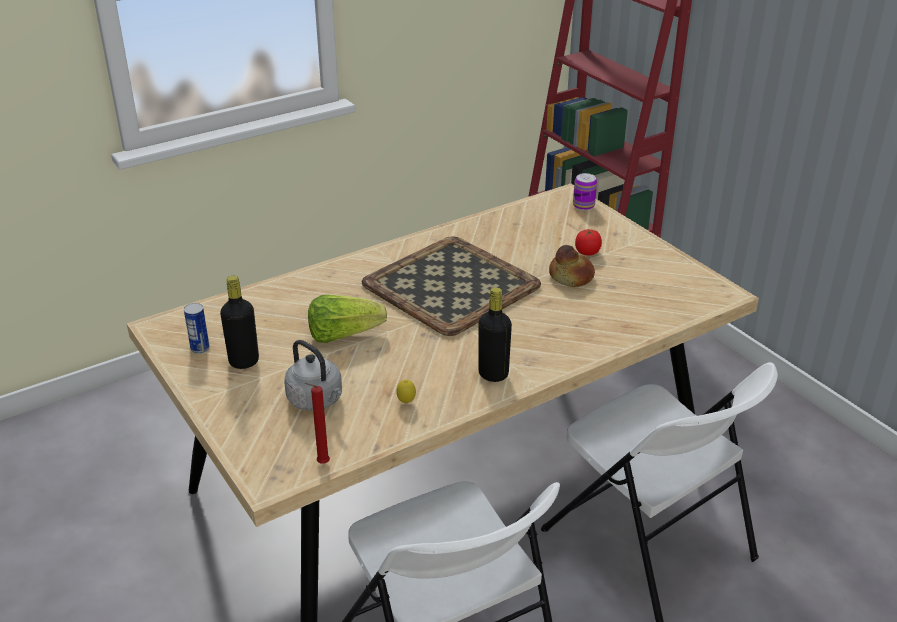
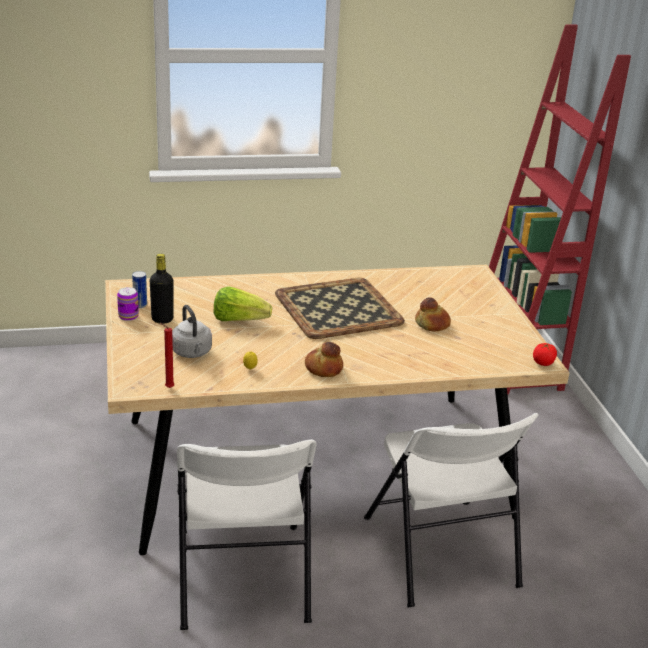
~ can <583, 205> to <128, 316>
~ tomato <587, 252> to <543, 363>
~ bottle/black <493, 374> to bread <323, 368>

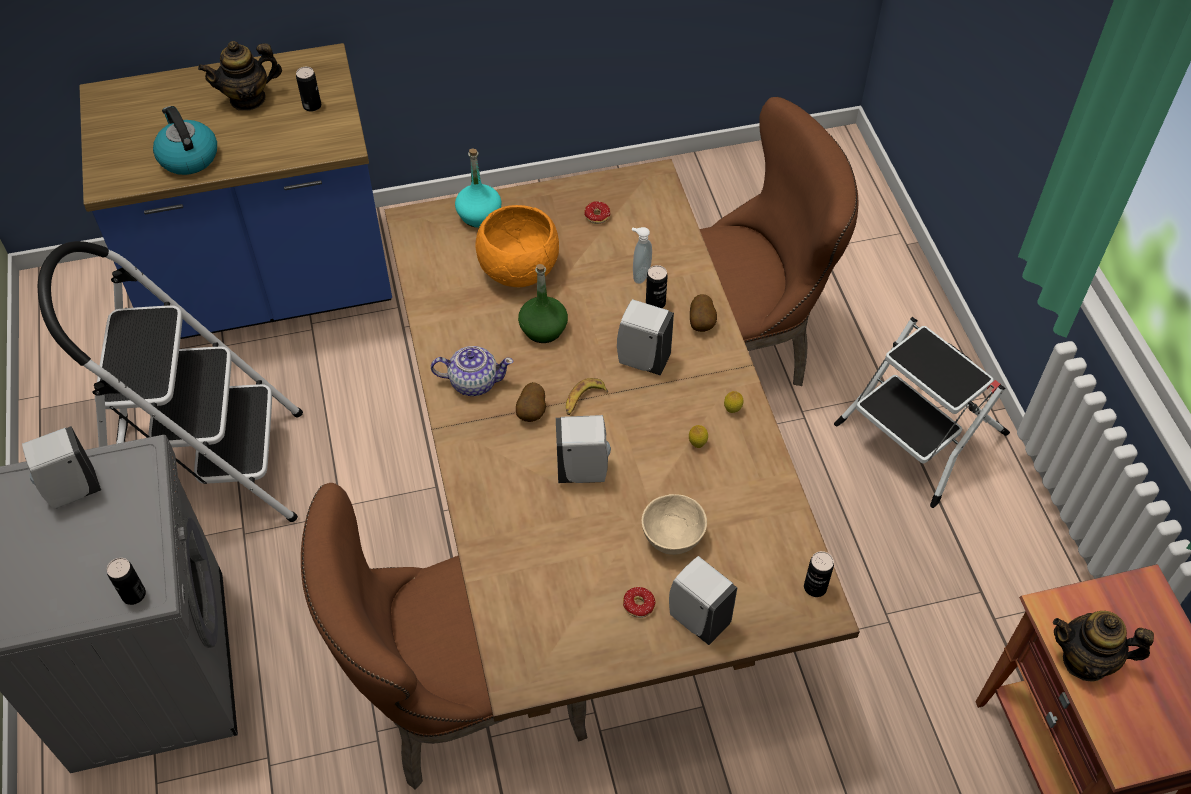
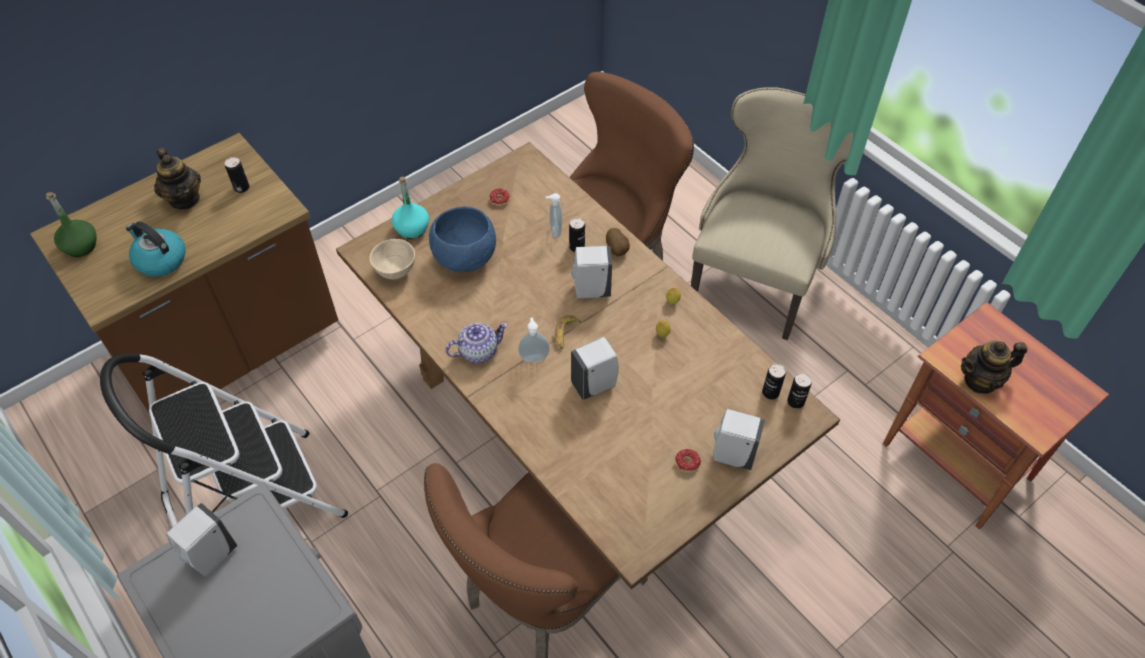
~ teapot <248, 99> = <185, 199> 75 degrees counterclockwise
~ counter/blue <270, 289> to counter/brown <231, 348>
~ bowl/orange <520, 271> to bowl/blue <466, 258>
~ bottle/green <543, 329> to <81, 246>
~ step ladder <922, 433> to chair/beige <755, 279>
~ potato <532, 412> to soap dispenser <534, 357>
~ bowl/beige <671, 538> to <395, 271>
~ can <134, 594> to <770, 392>

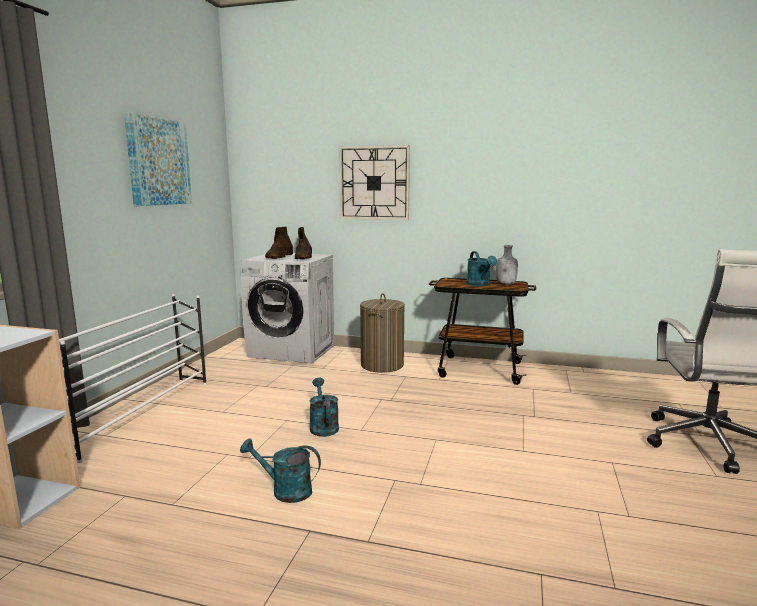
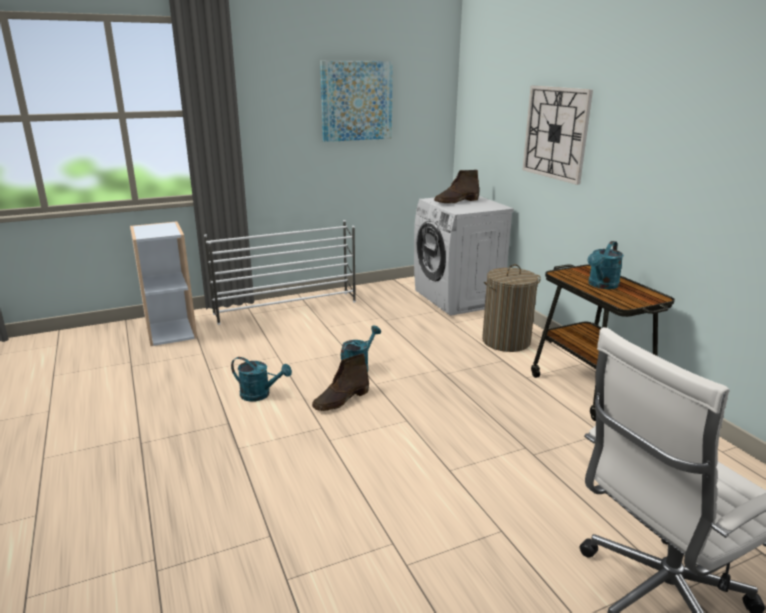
~ boot/brown <303, 257> to <341, 400>
- bottle/grey <506, 284>
~ watering can/turquoise <285, 491> = <260, 395> 135 degrees clockwise

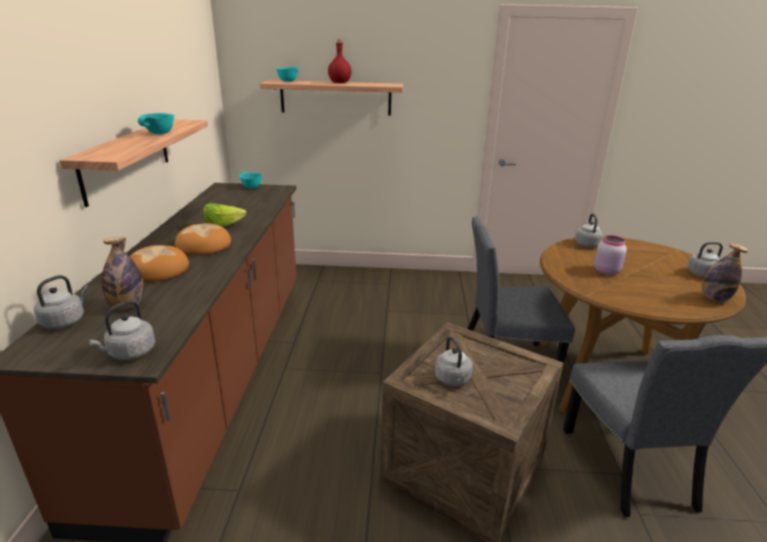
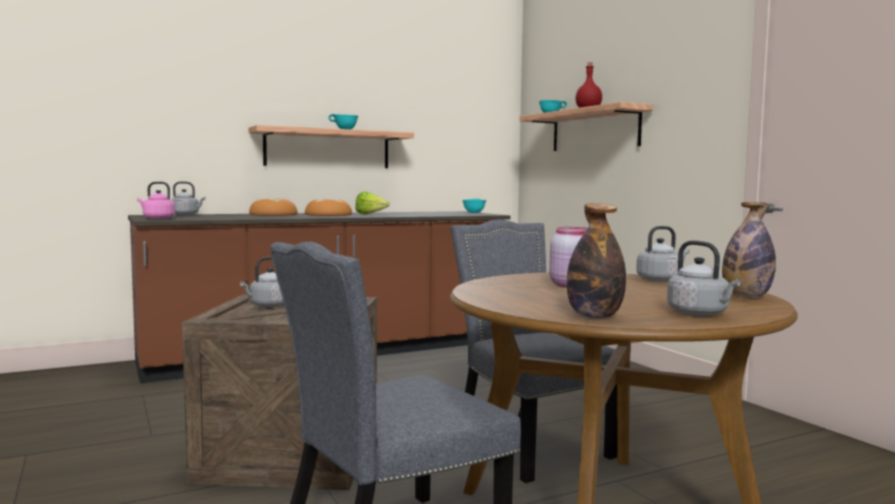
~ bottle <127, 305> to <746, 296>
~ kettle/grey <130, 353> to kettle/pink <157, 218>

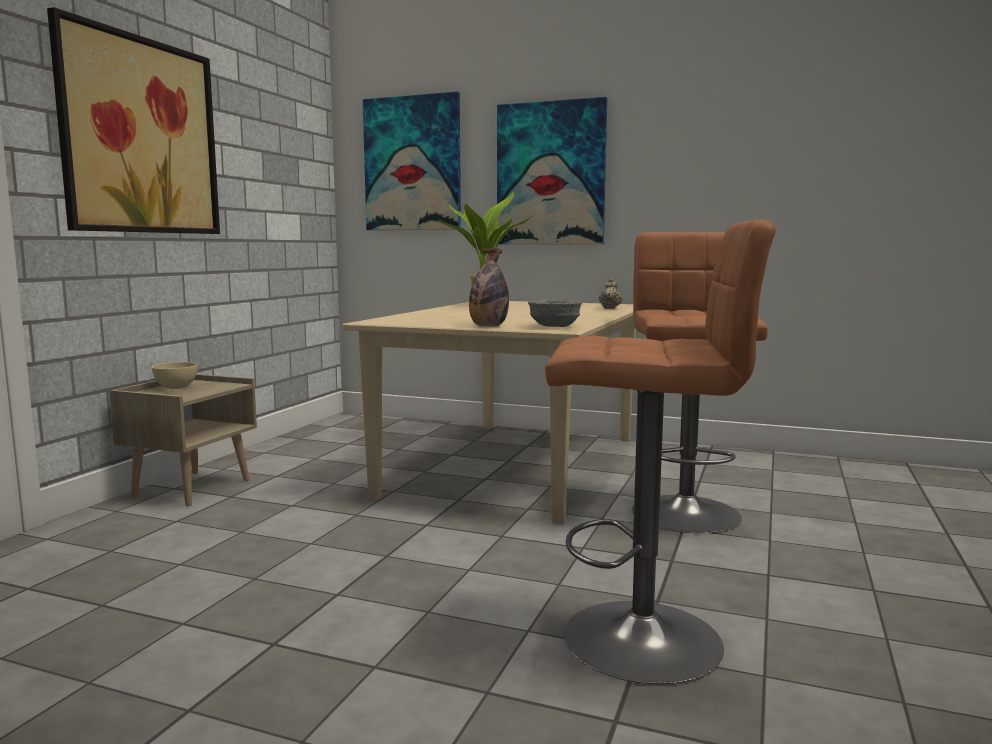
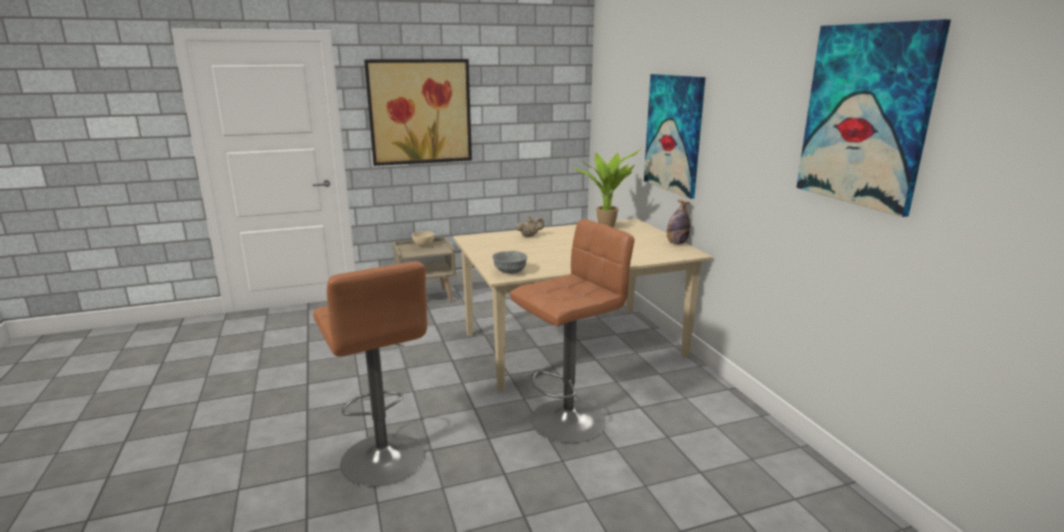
~ picture <412, 164> to <865, 115>
~ bottle <488, 326> to <677, 243>
~ teapot/beige <610, 308> to <529, 236>

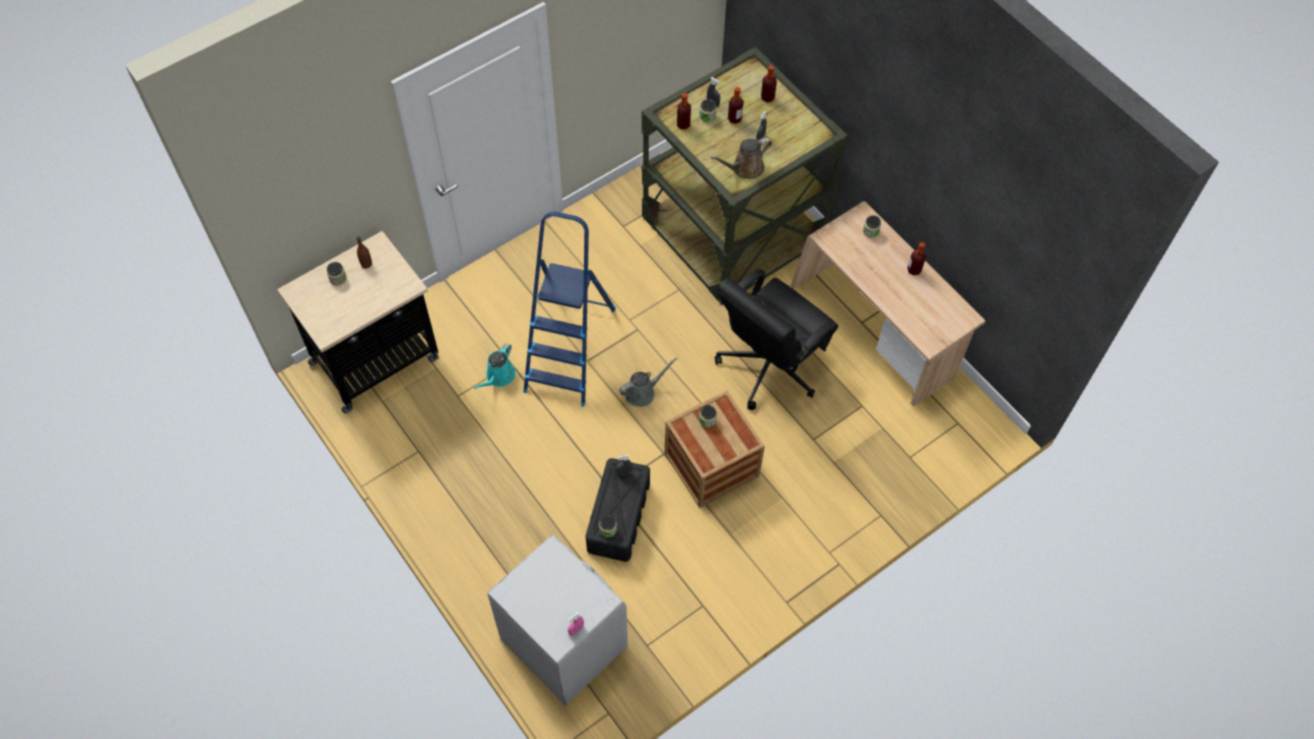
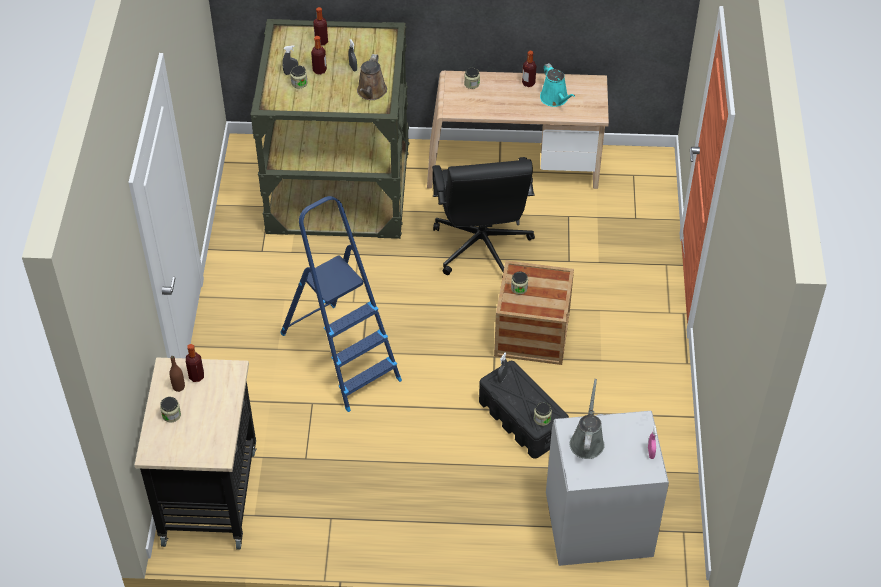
~ bottle <683, 125> to <196, 376>
~ watering can/turquoise <498, 377> to <555, 99>
~ watering can/grey <642, 392> to <587, 441>

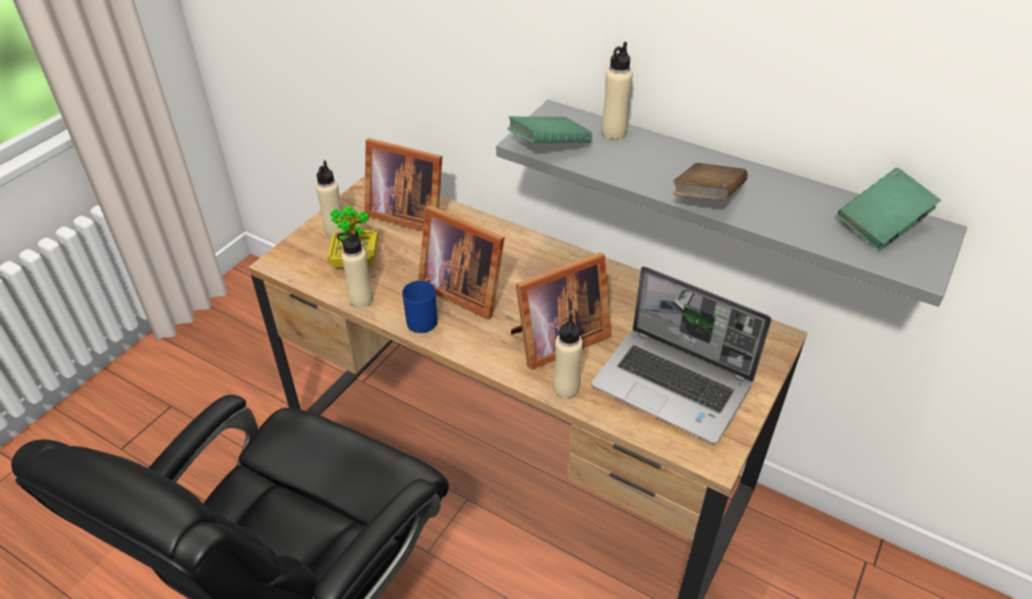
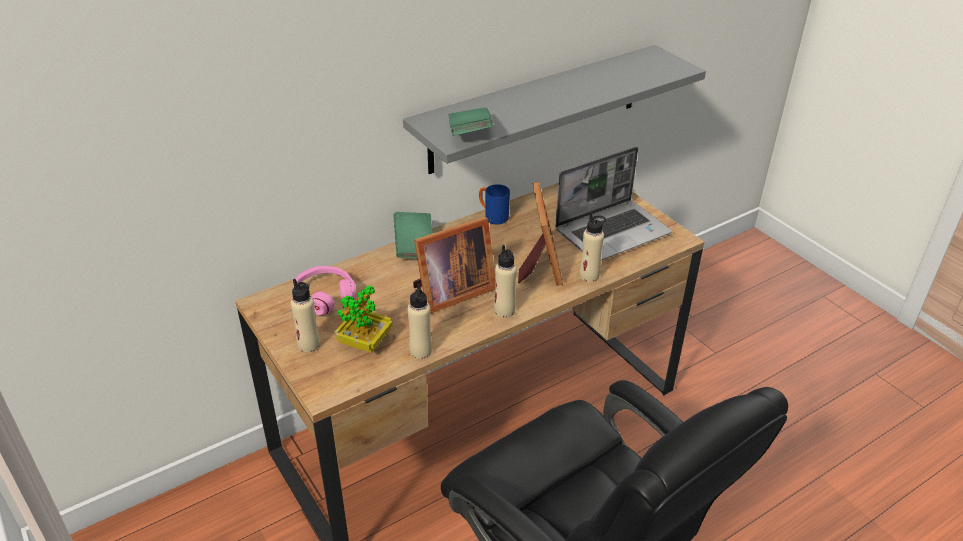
~ bottle/beige <613, 133> to <504, 310>
~ picture frame <405, 214> to headphones/pink <324, 296>
- book/brown <707, 198>
~ book/green <881, 226> to <414, 246>
~ mug/blue <423, 318> to <492, 216>

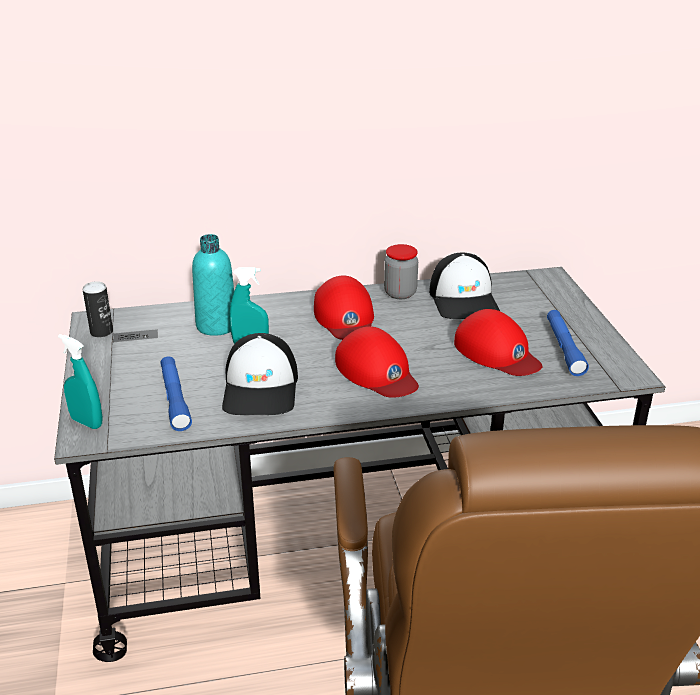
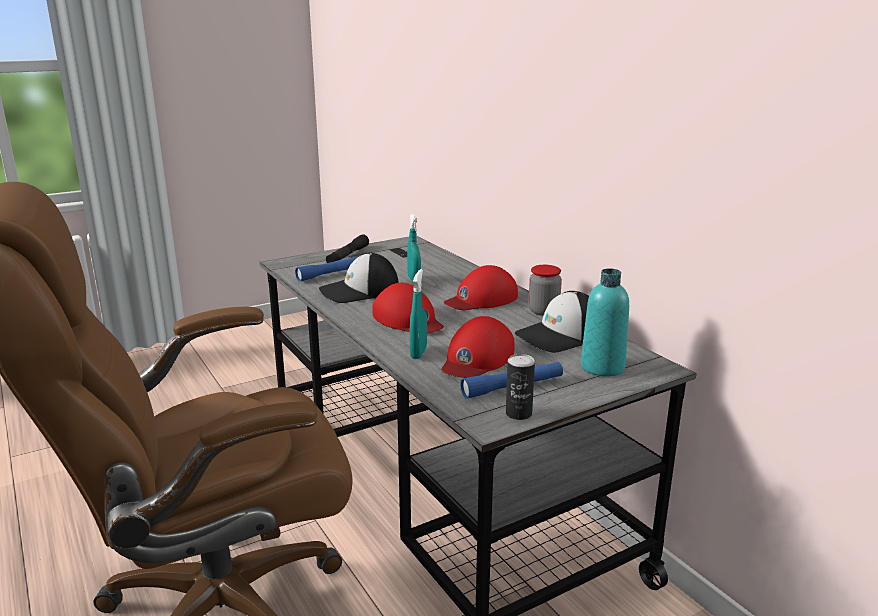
~ bottle/turquoise <217, 325> to <602, 367>
~ can <101, 332> to <518, 414>
~ cap/red <377, 371> = <408, 320> 75 degrees counterclockwise
~ spray bottle/turquoise <87, 422> to <418, 353>
+ flashlight/black <347, 256>

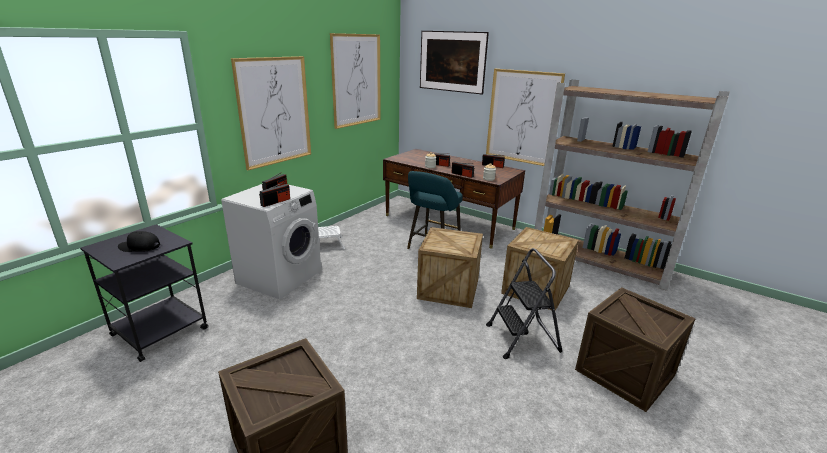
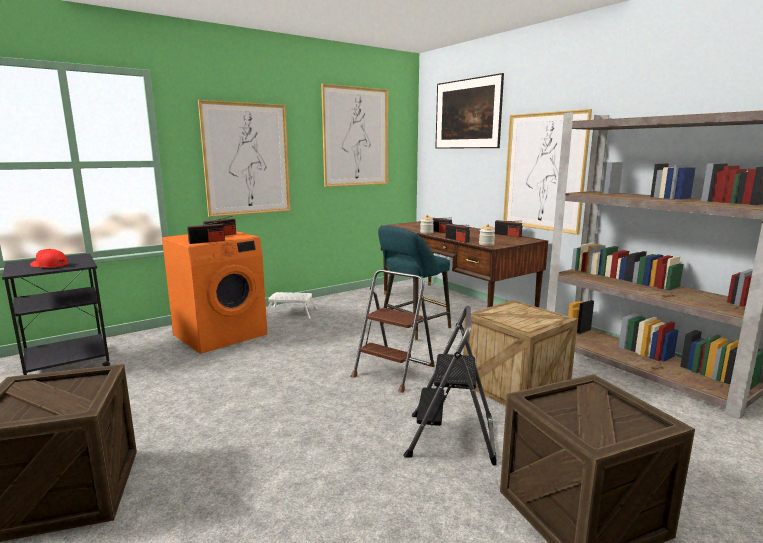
~ washing machine/white <281, 277> to washing machine/orange <221, 335>
~ crate <448, 289> to step ladder/brown <396, 370>
~ cap/black <139, 247> to cap/red <49, 265>

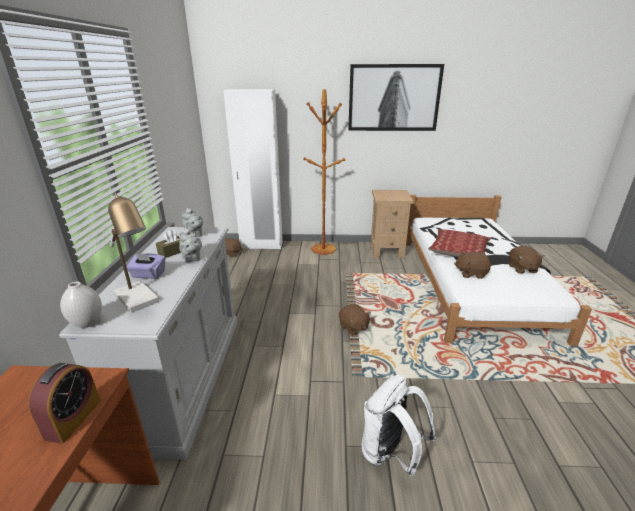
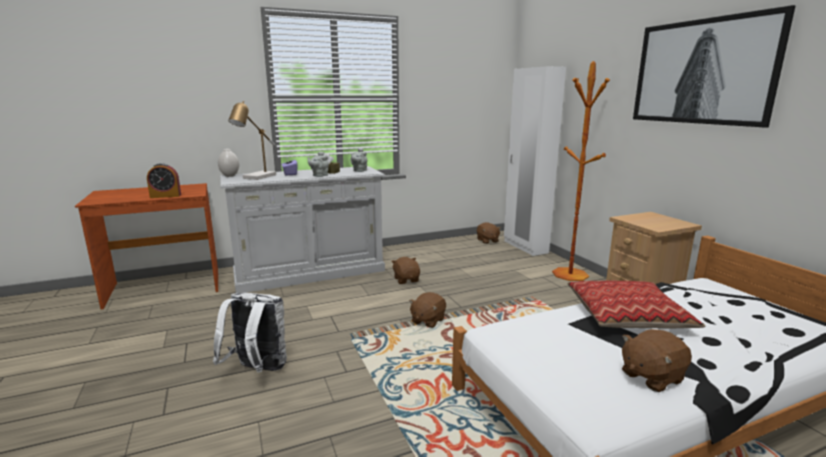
~ plush toy/brown <470, 273> to <406, 280>

